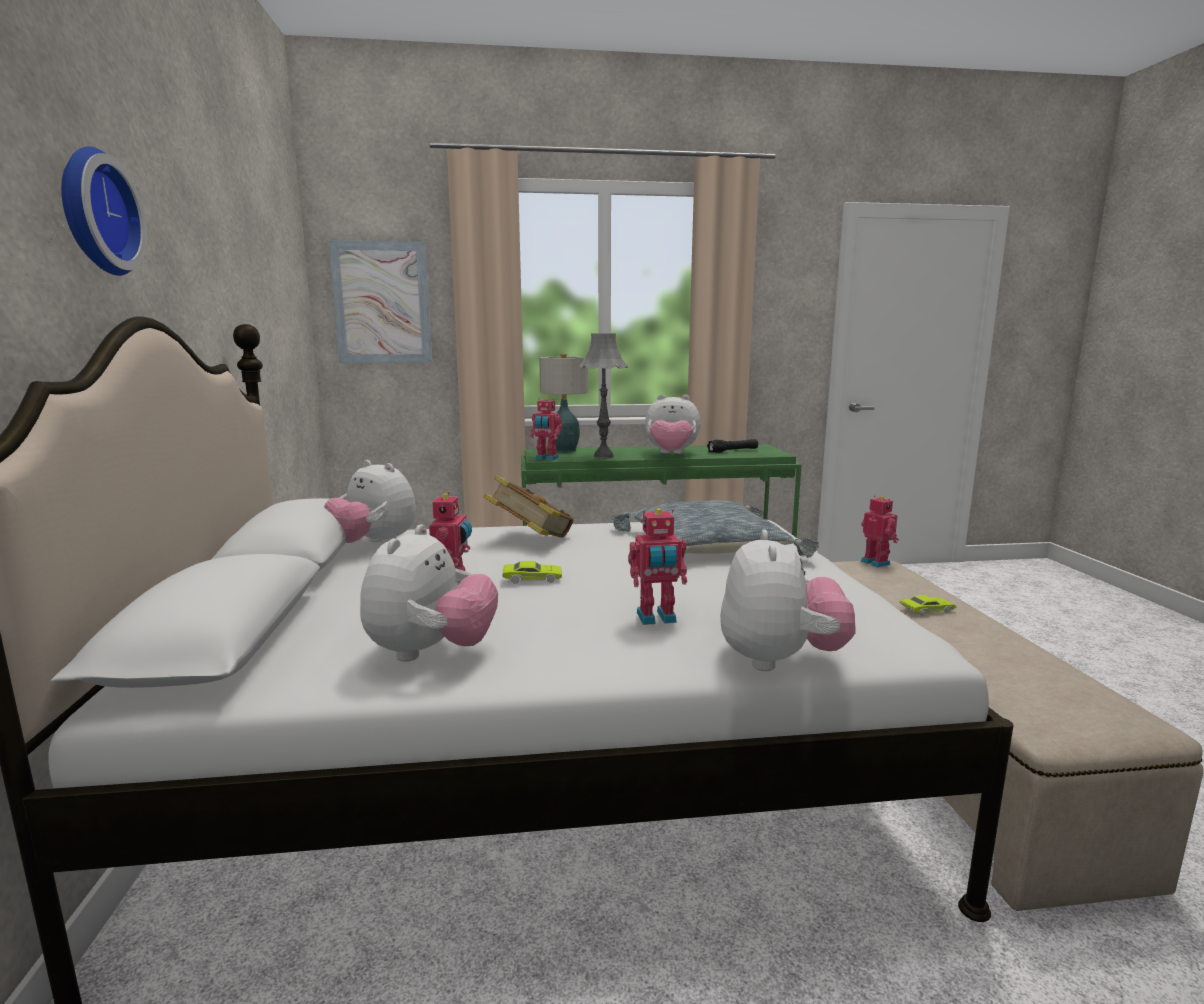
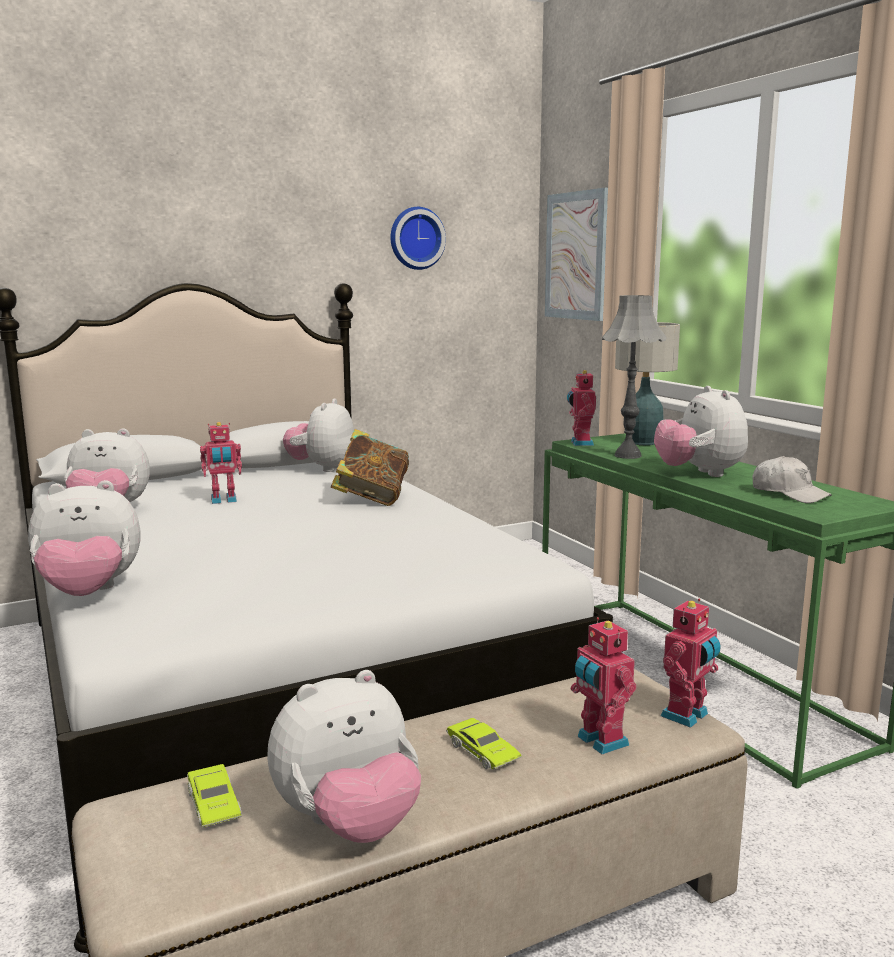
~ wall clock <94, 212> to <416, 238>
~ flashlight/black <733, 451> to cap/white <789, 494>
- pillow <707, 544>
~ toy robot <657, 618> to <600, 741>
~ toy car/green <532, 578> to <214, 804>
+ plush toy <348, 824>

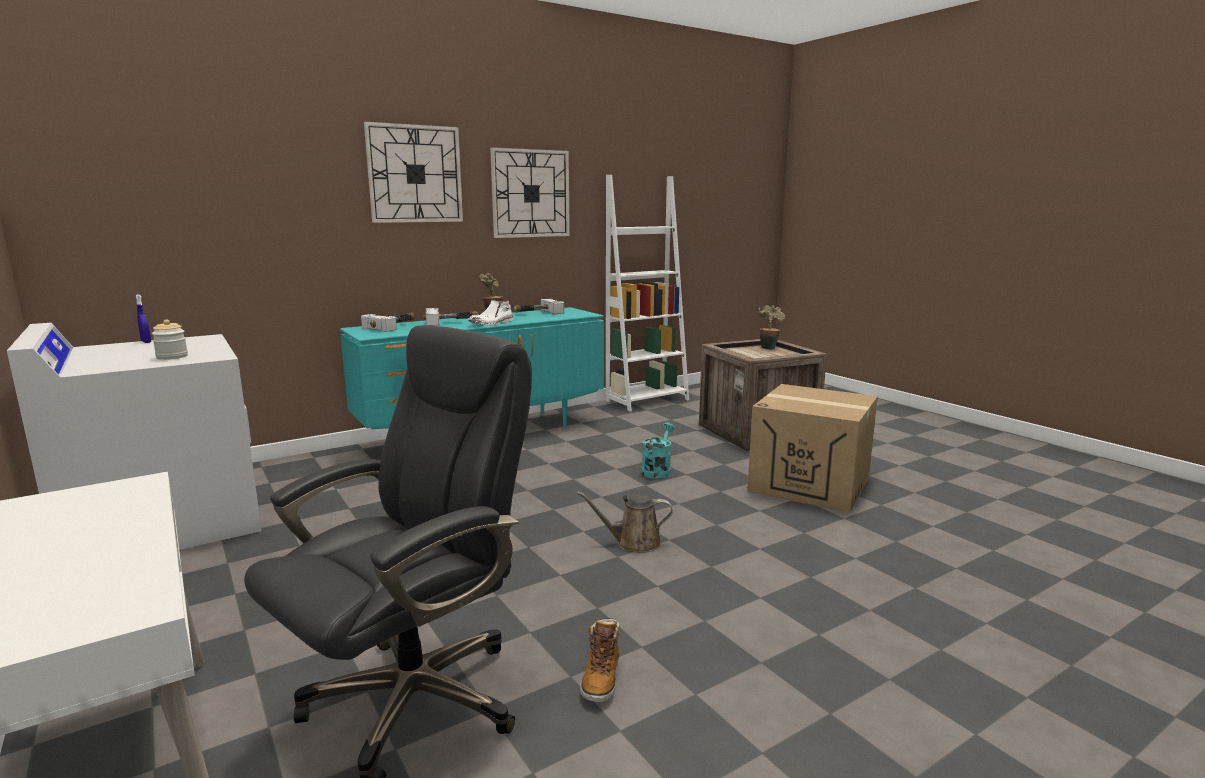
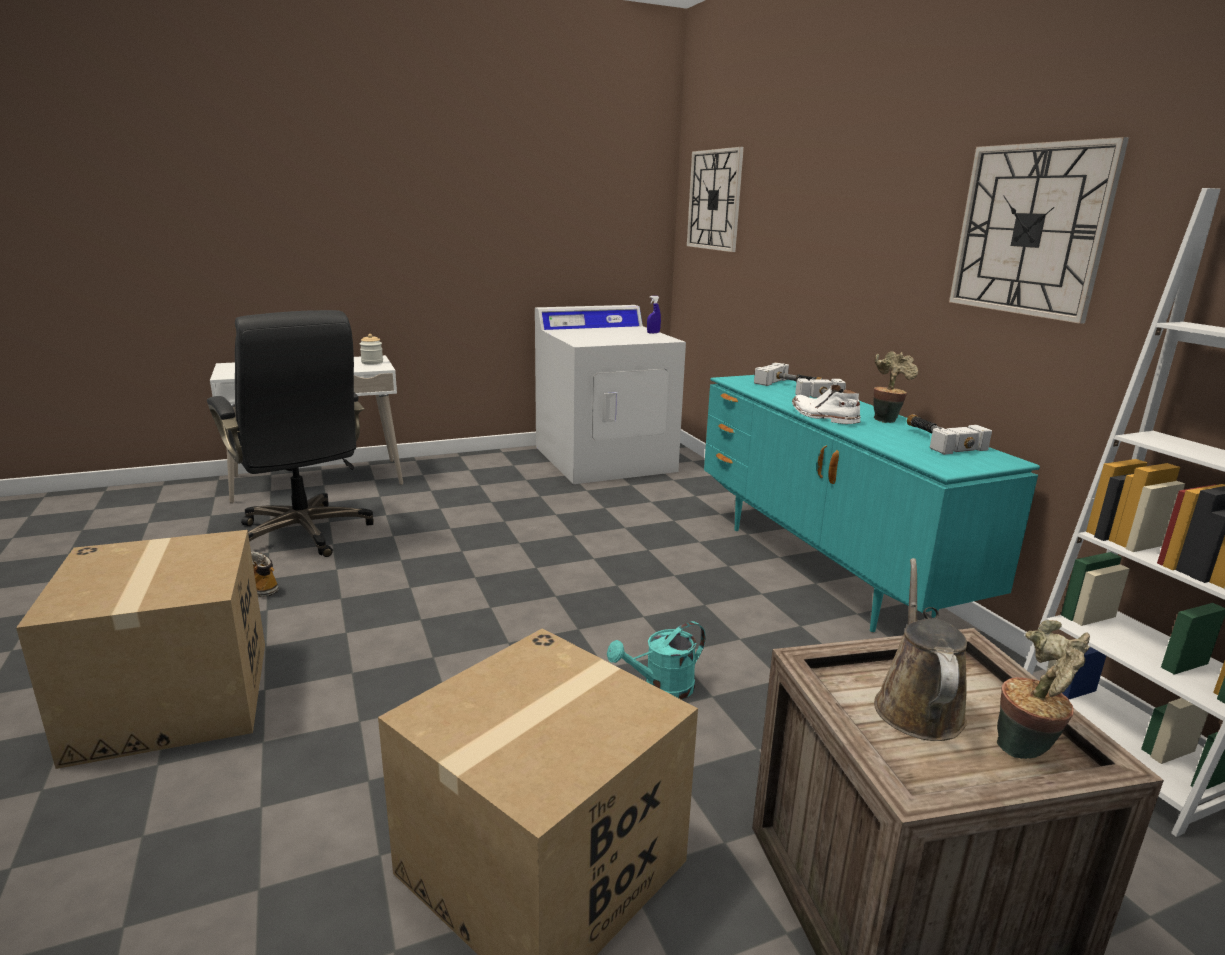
~ wall clock <415, 174> to <714, 200>
~ jar <172, 357> to <372, 362>
~ watering can/turquoise <657, 470> = <661, 689> 120 degrees clockwise
~ watering can/brown <633, 543> to <916, 706>
+ cardboard box <174, 699>

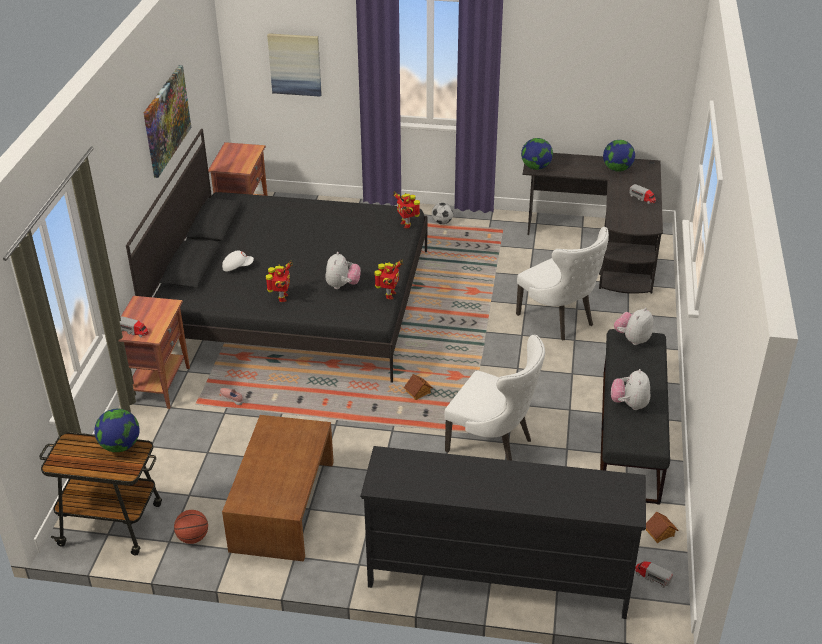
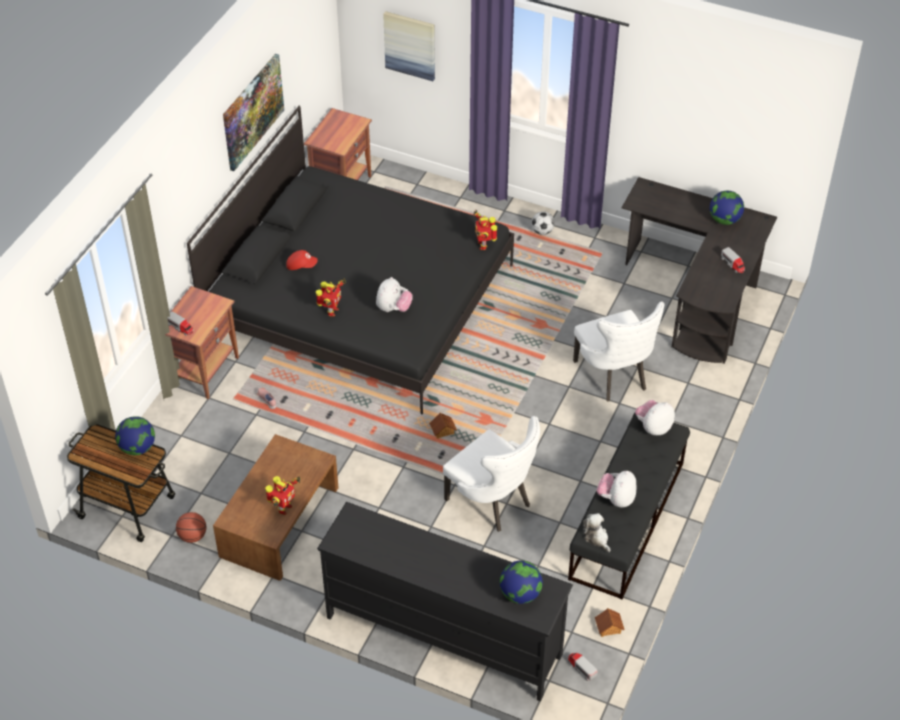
~ globe <536, 167> to <520, 594>
~ cap/white <237, 267> to cap/red <301, 265>
~ toy robot <389, 295> to <283, 508>
+ plush toy <596, 537>

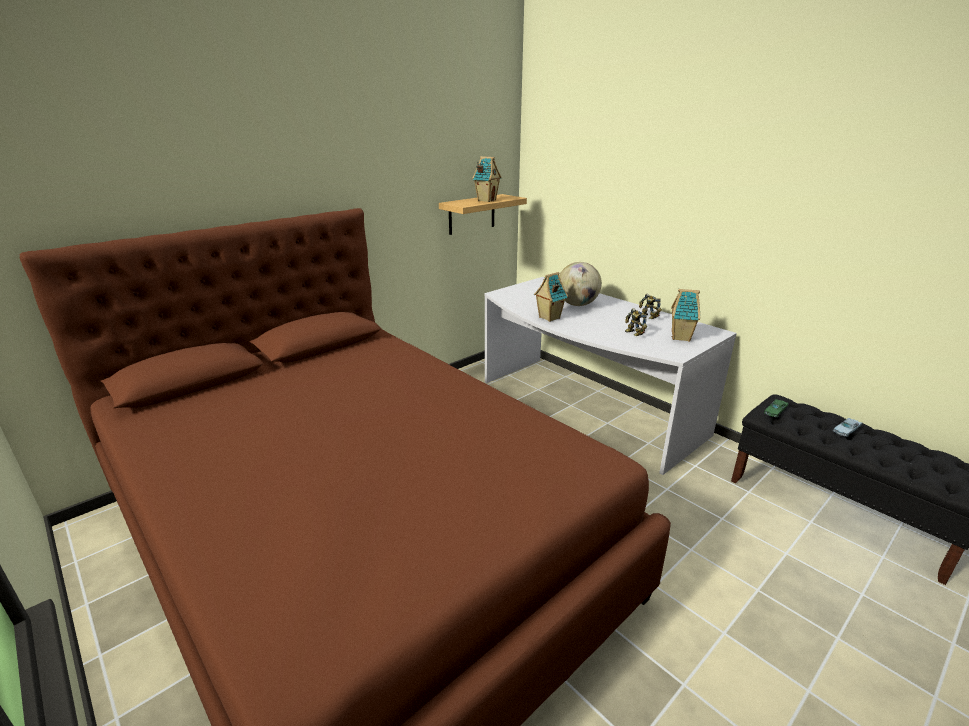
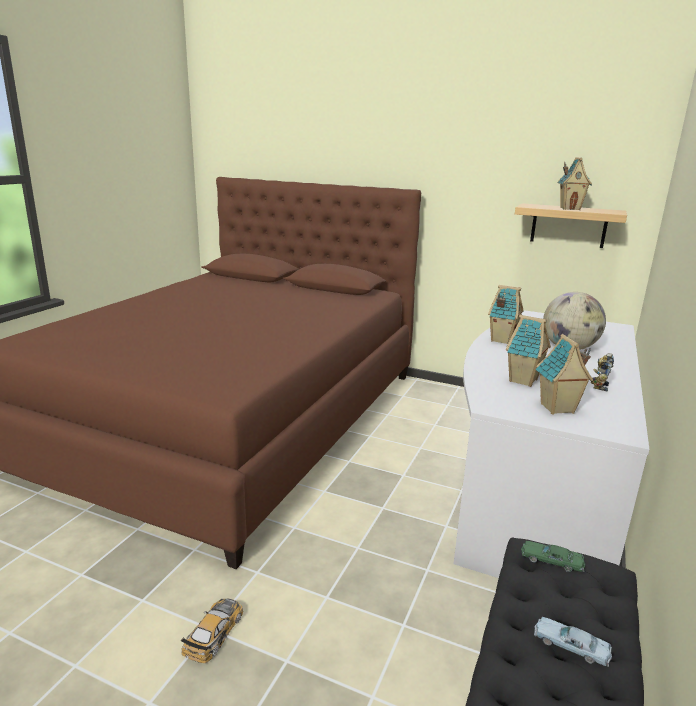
~ toy robot <633, 333> to toy house <524, 381>
+ toy car <214, 632>

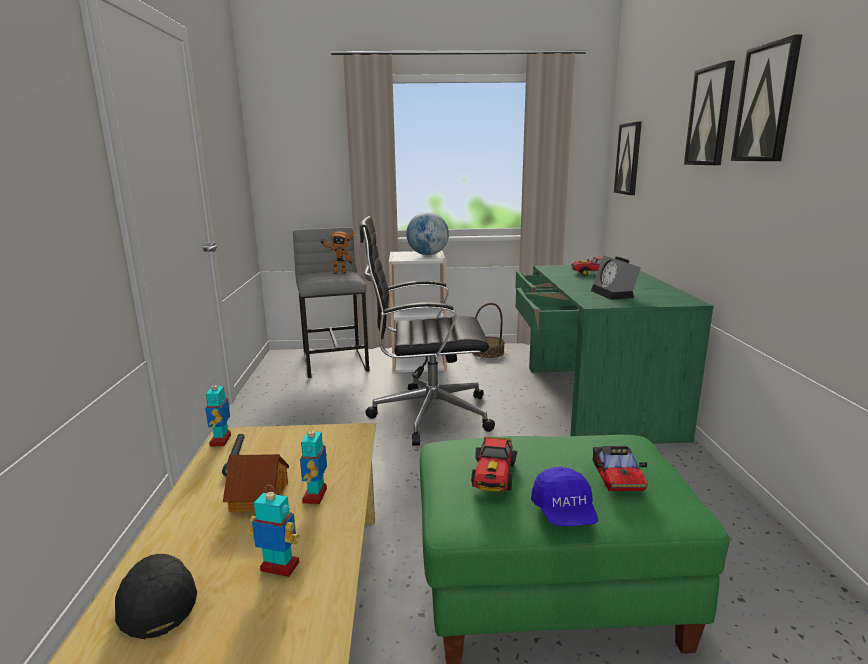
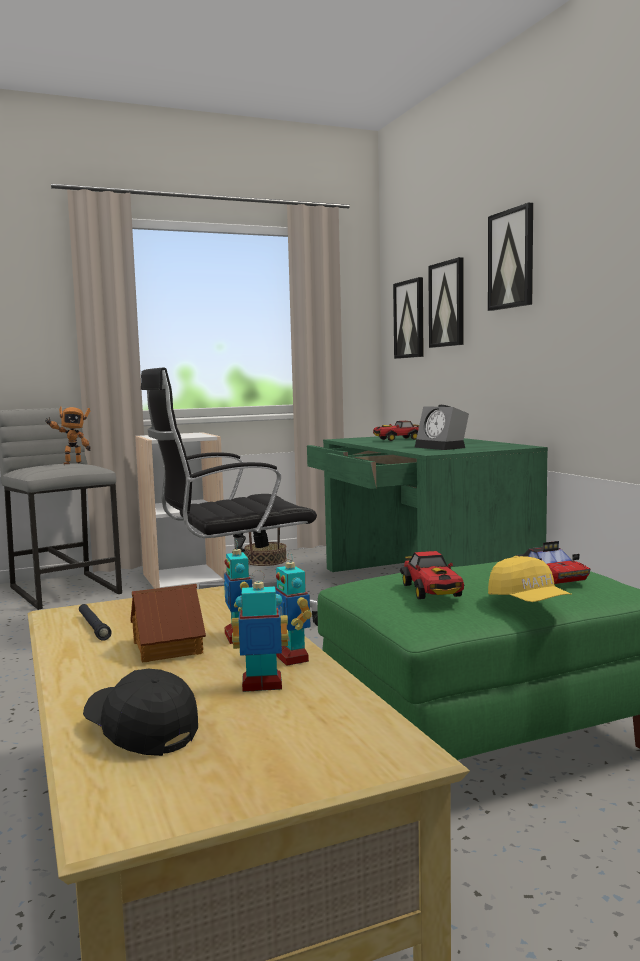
~ picture <766, 103> to <447, 304>
- globe <428, 255>
~ toy robot <221, 441> to <292, 657>
~ cap/blue <564, 513> to cap/yellow <528, 602>

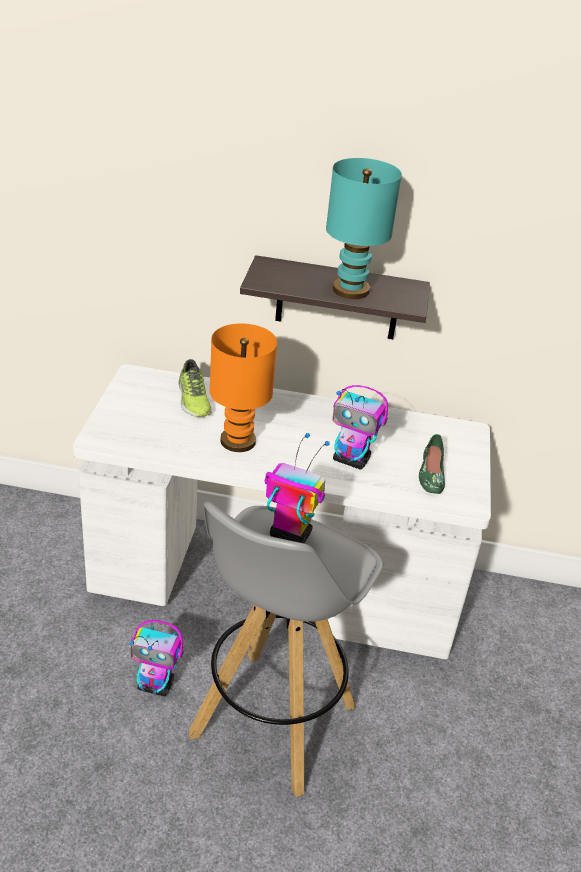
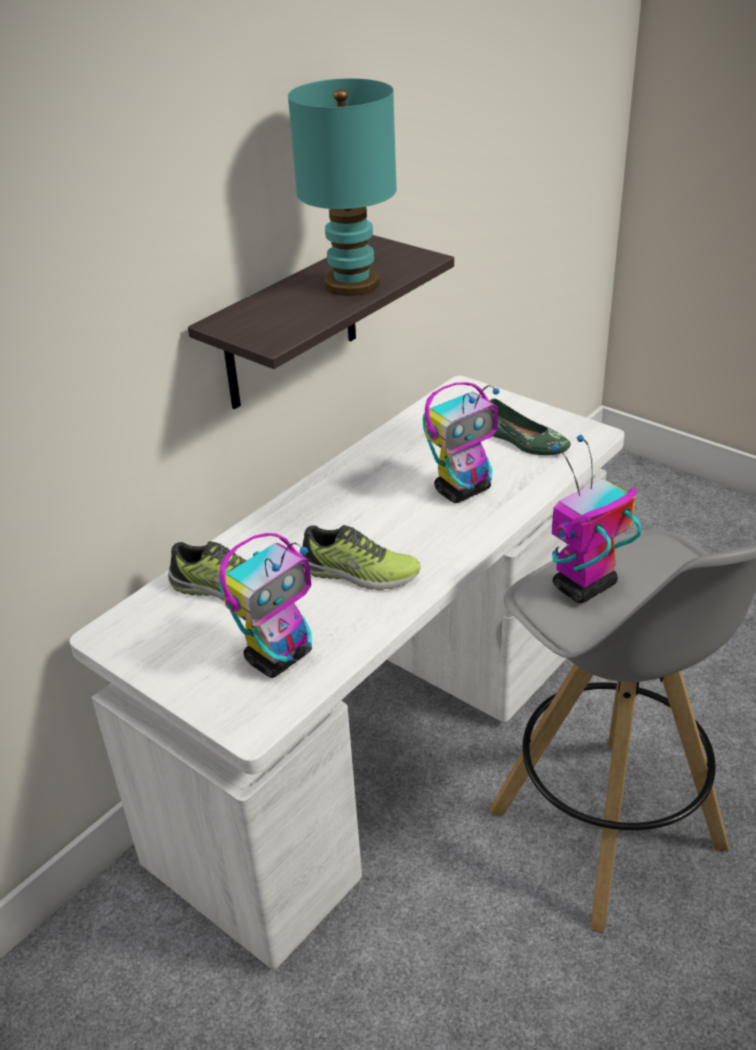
~ table lamp/orange <238, 440> to shoe <359, 573>
~ toy robot <156, 685> to <279, 657>

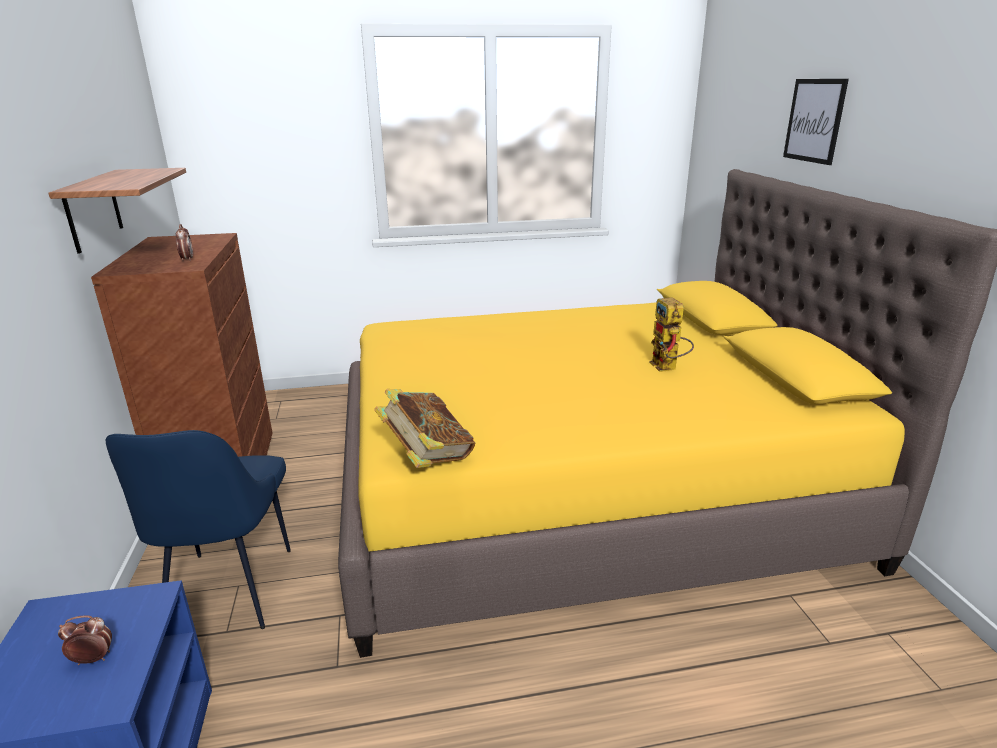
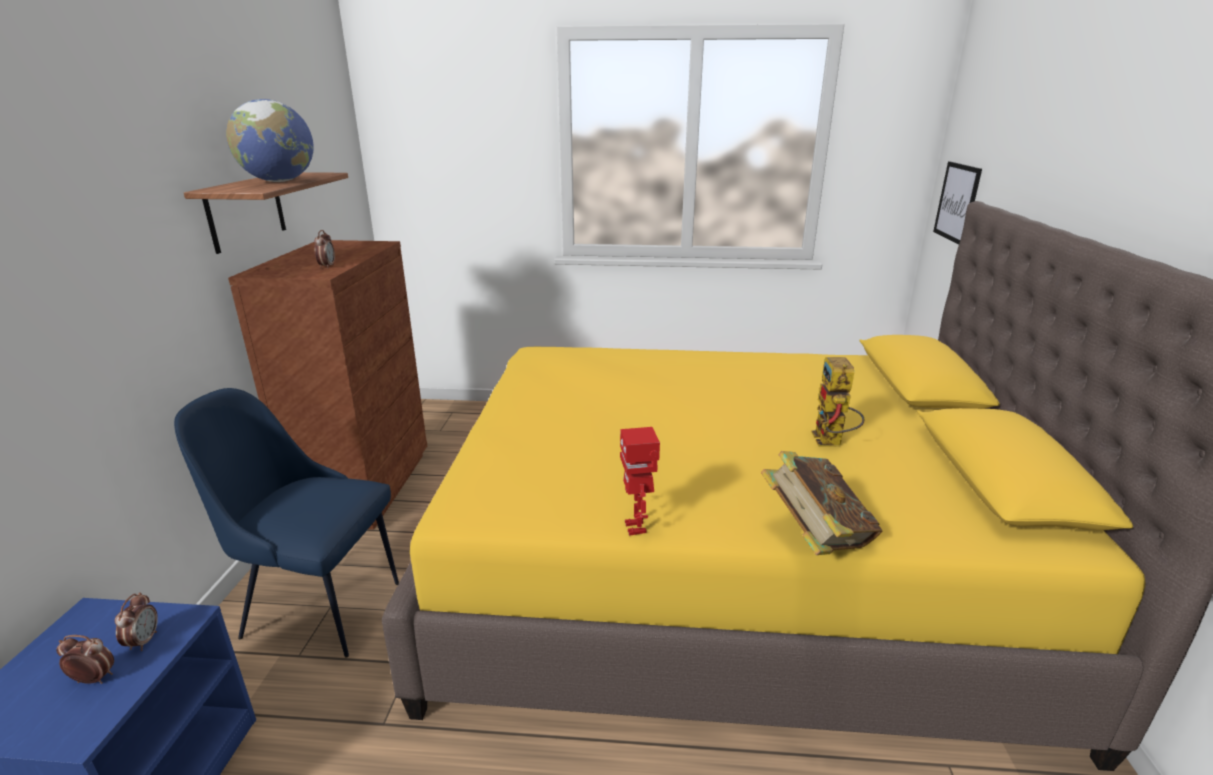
~ picture <814, 120> to <957, 202>
~ book <427, 457> to <815, 536>
~ chair/blue <230, 590> = <320, 610> 90 degrees clockwise
+ globe <279, 181>
+ toy robot <636, 527>
+ alarm clock <144, 641>

